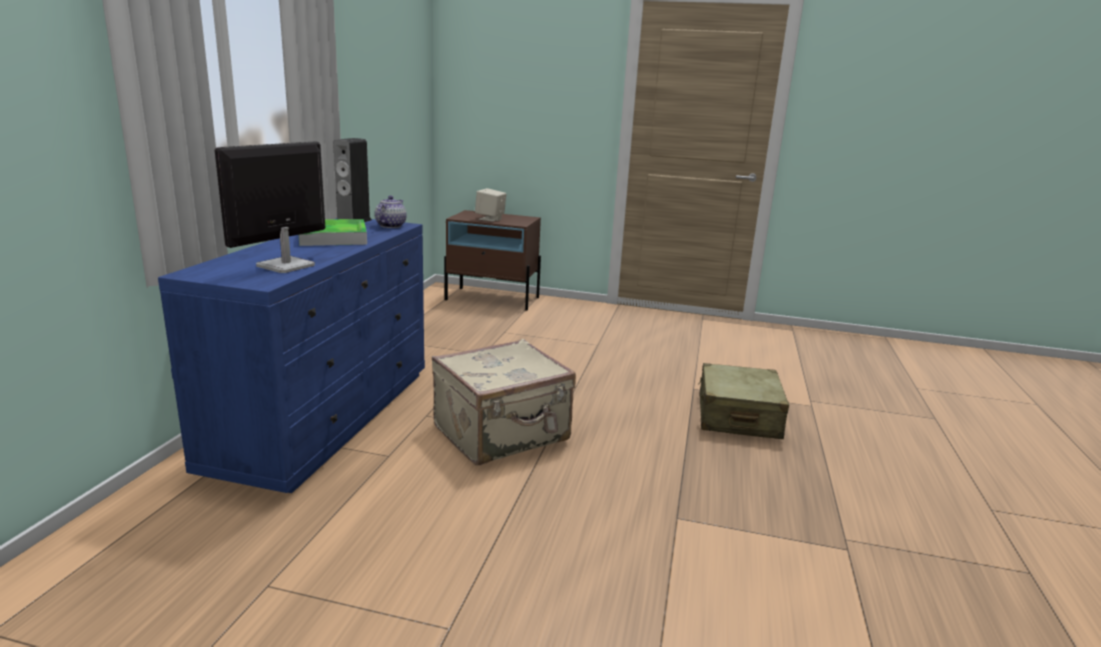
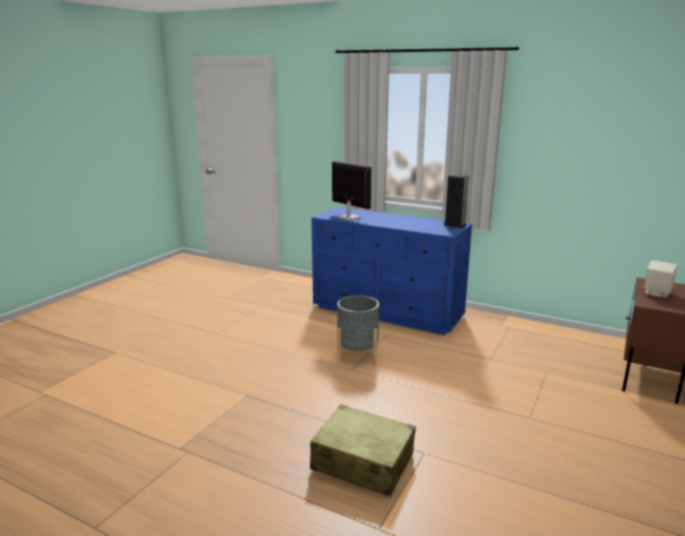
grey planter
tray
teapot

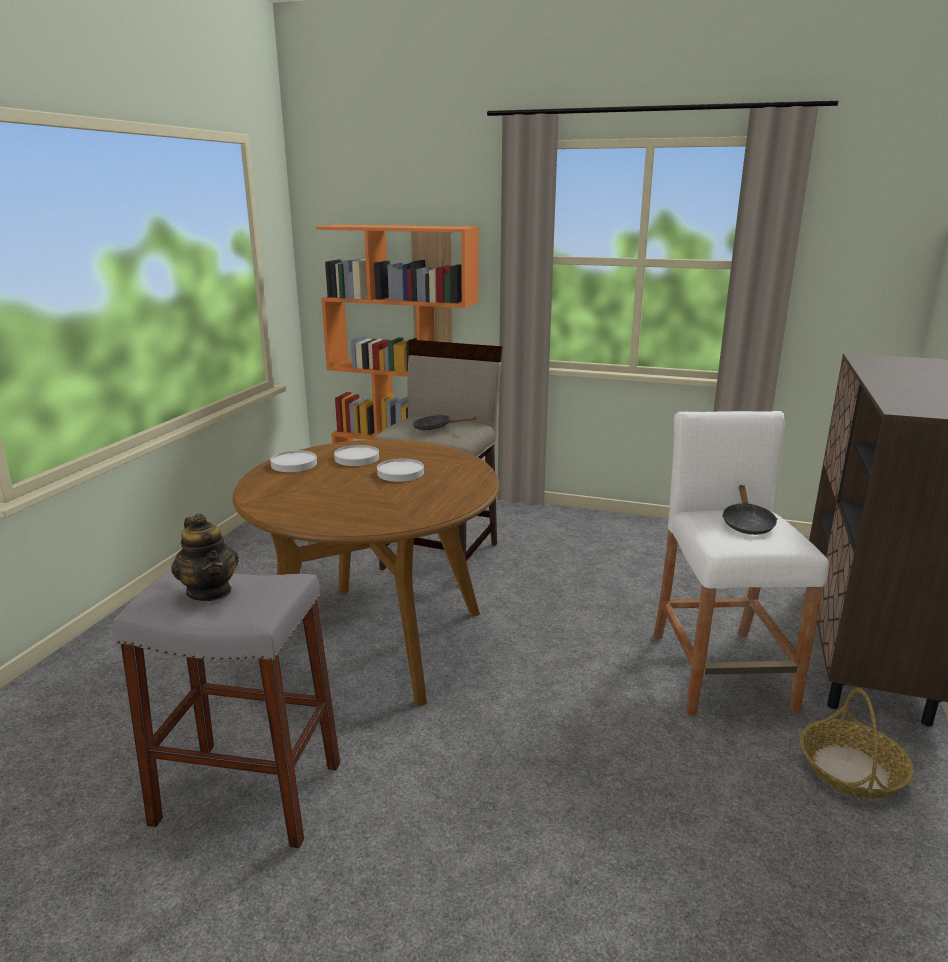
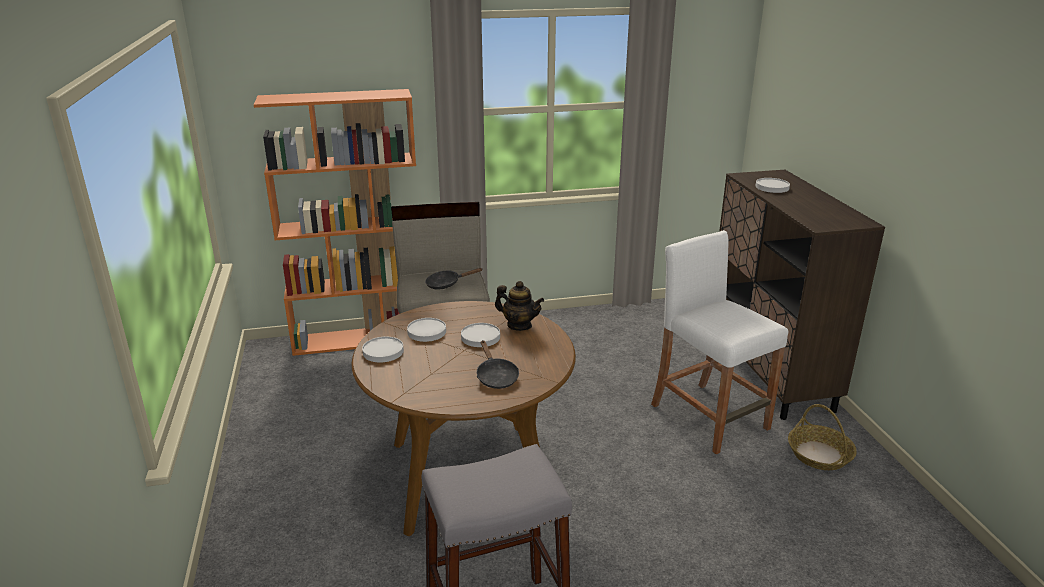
black frying pan (2nd from left)
teapot
white plate (4th from left)

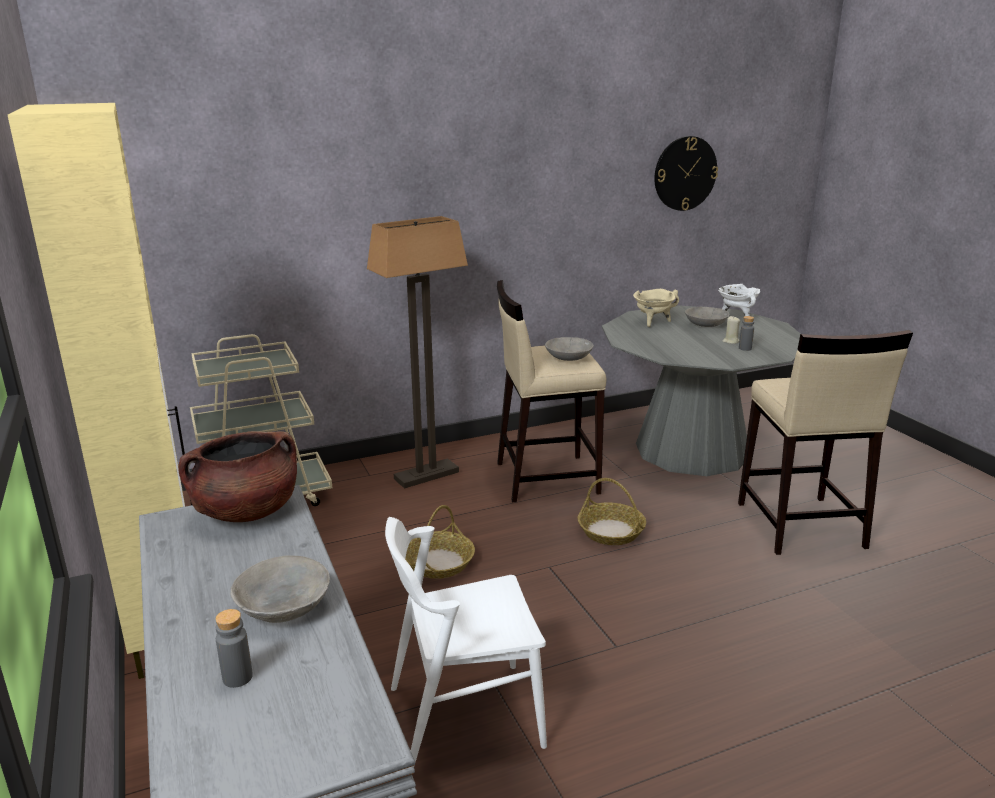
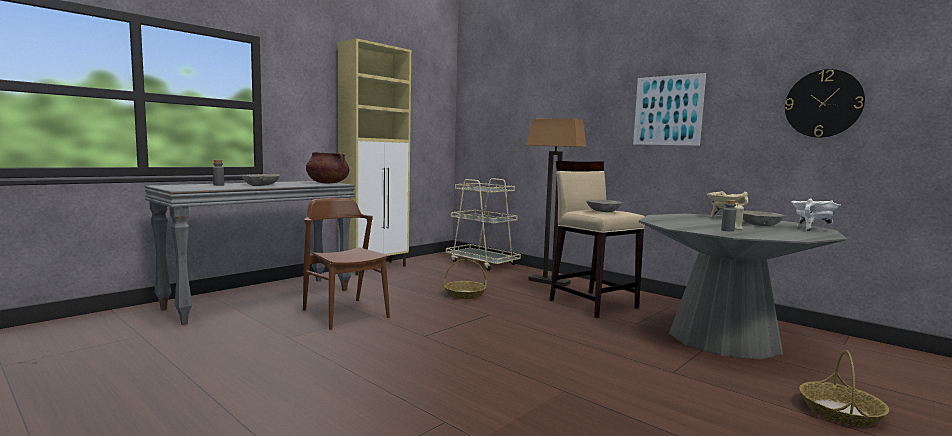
brown chair
picture
basket (2nd from left)
beige stool (2nd from left in the first image)

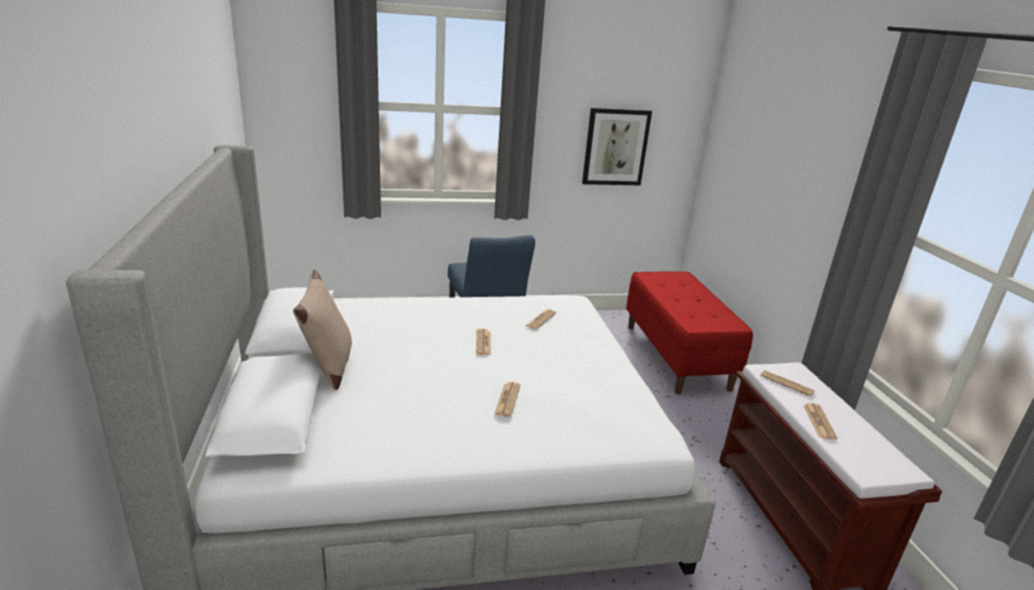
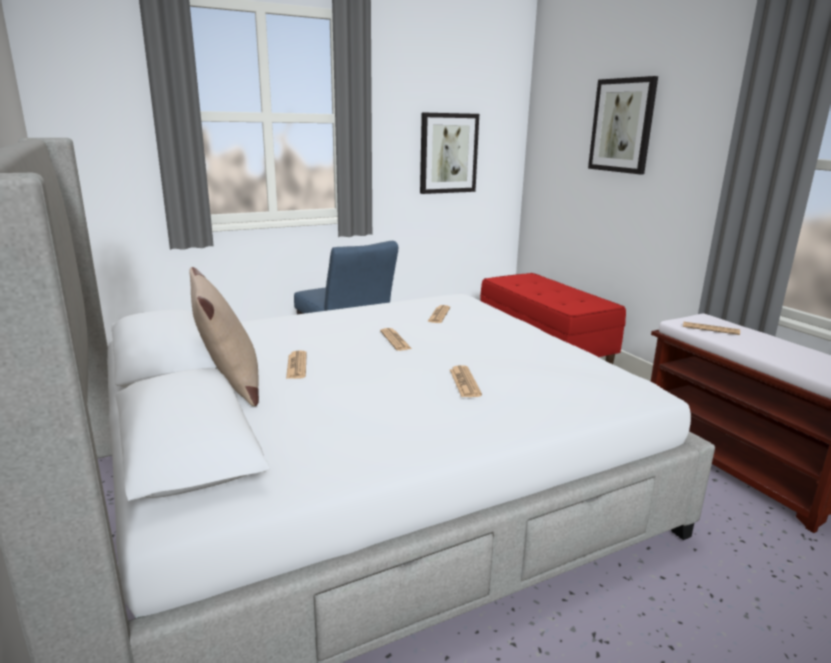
newspaper (1st from left)
picture (2nd from left)

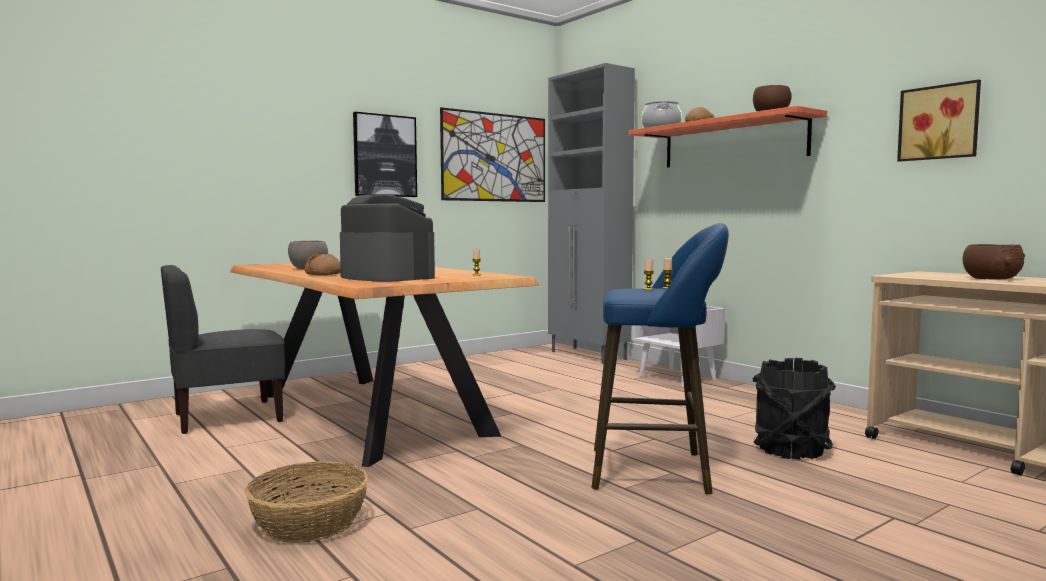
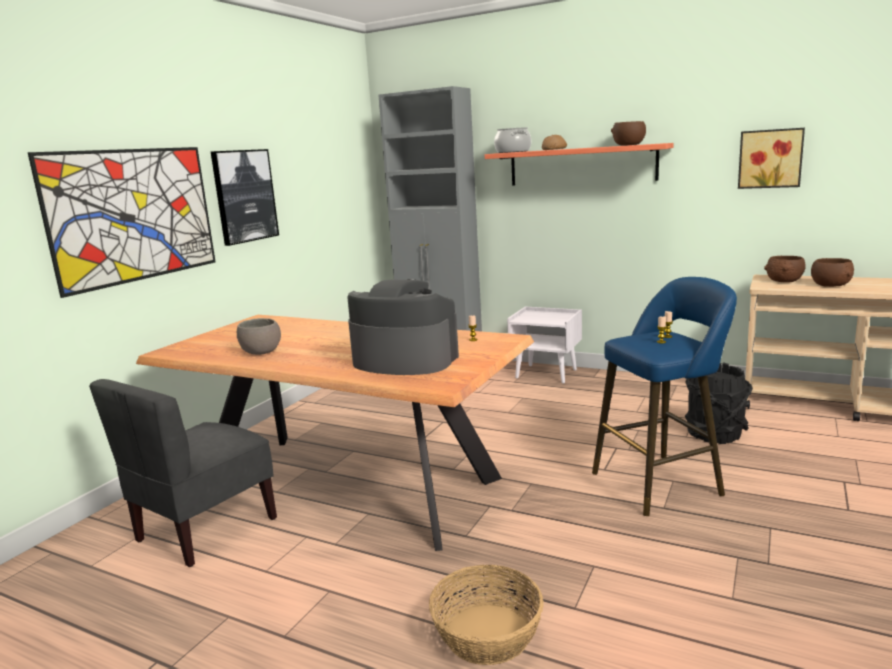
picture (1st from left)
brown bowl (2nd from left)
bread (1st from left in the first image)

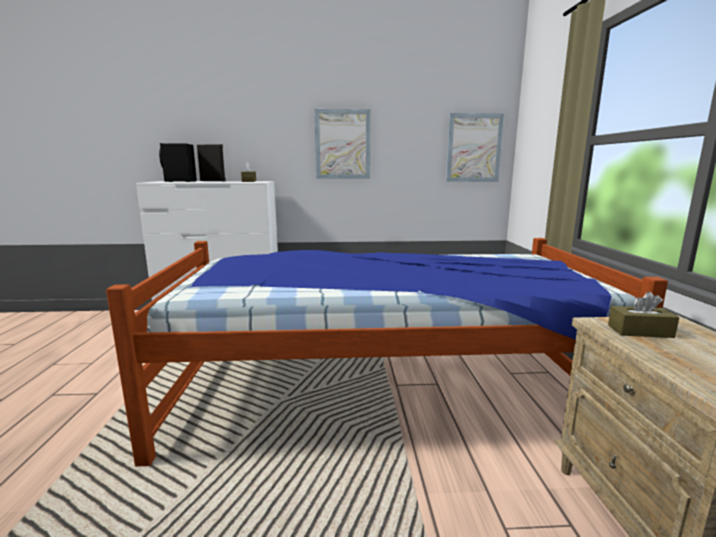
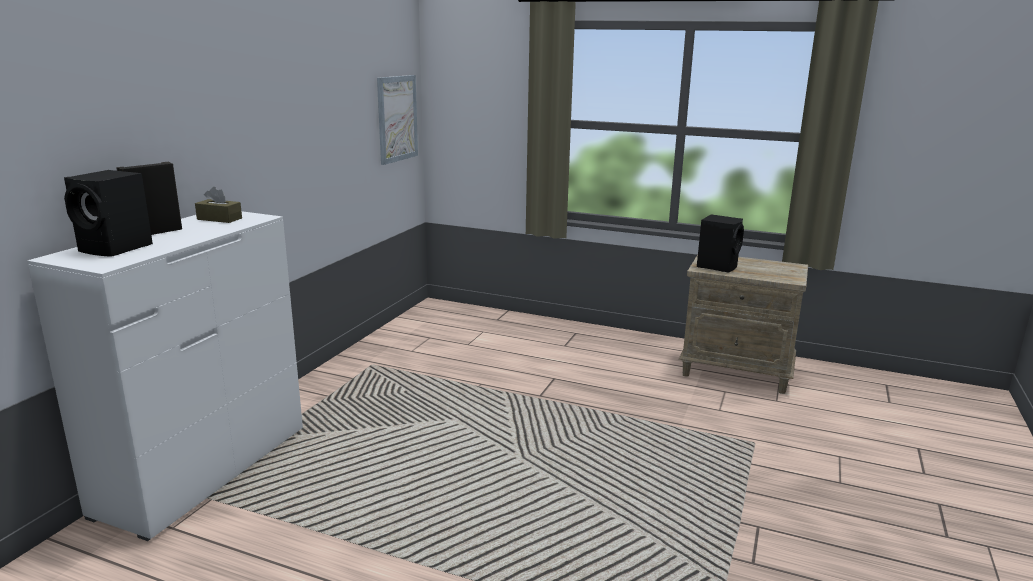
black speaker (3rd from left)
bed
picture (1st from left in the first image)

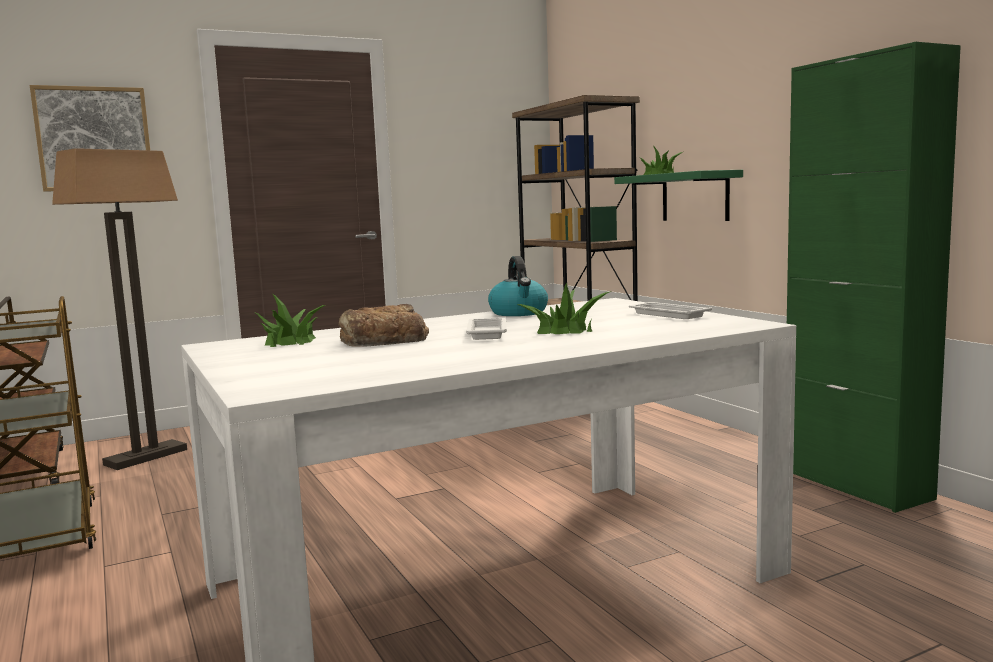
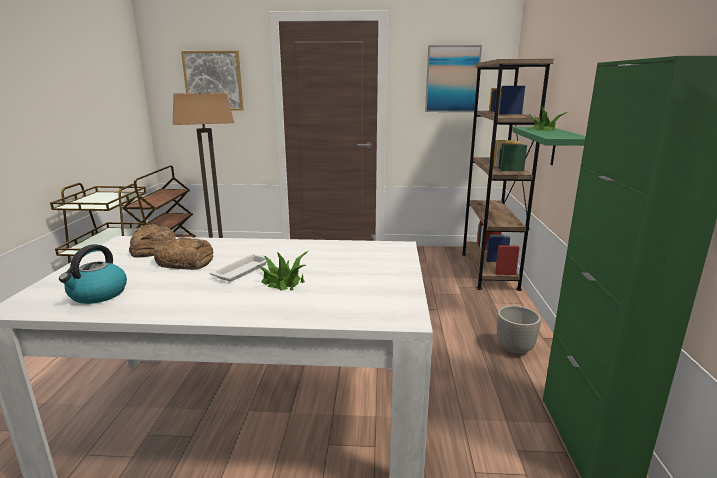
kettle
bread (1st from left)
picture (2nd from left)
planter
white tray (2nd from left in the first image)

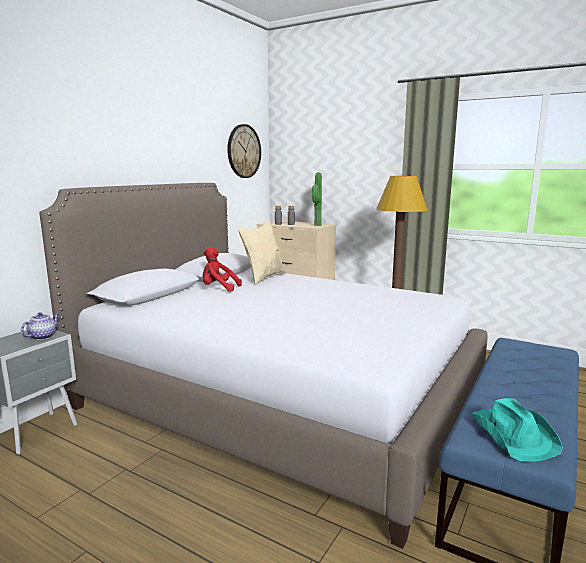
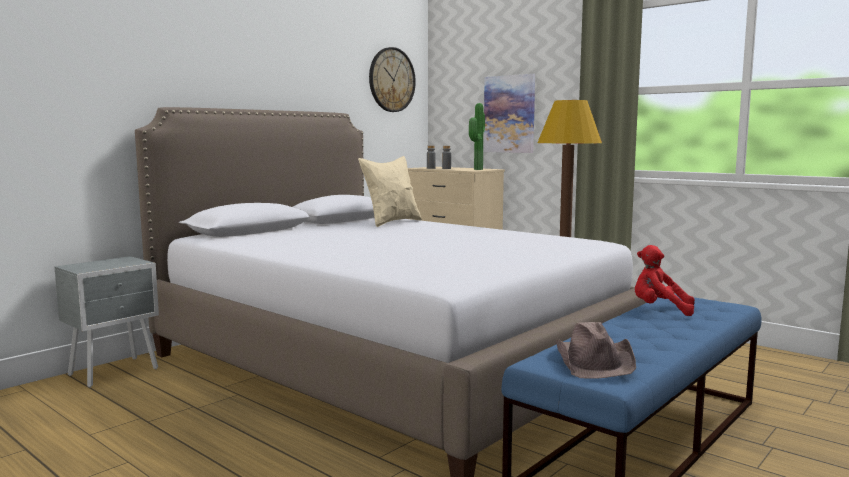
picture
brown hat
red plush toy
teapot

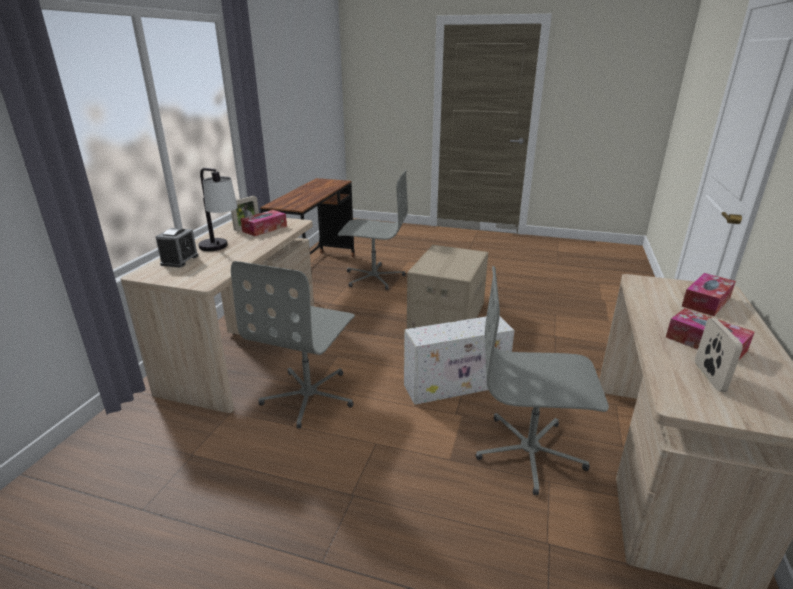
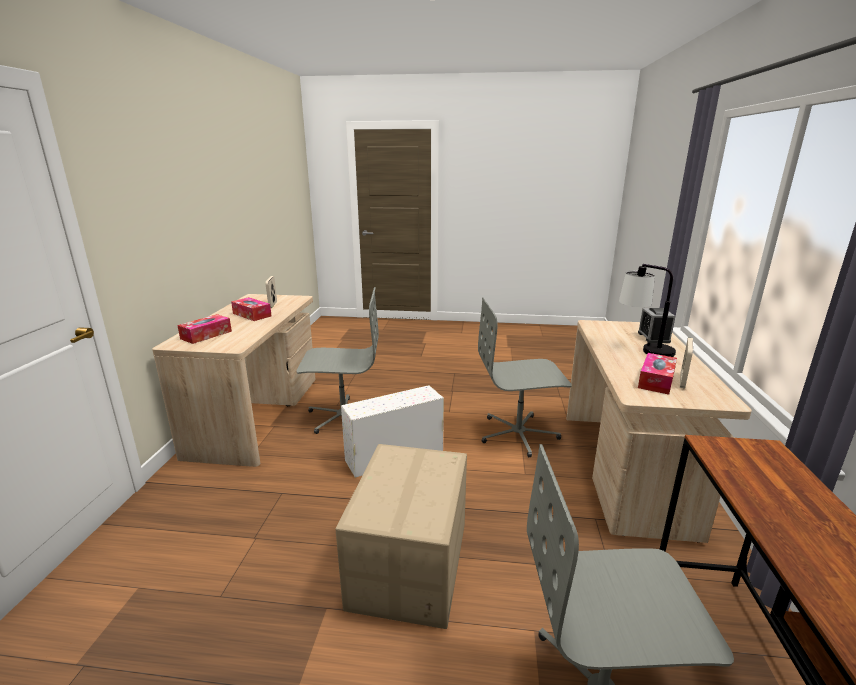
grey office chair (2nd from left)

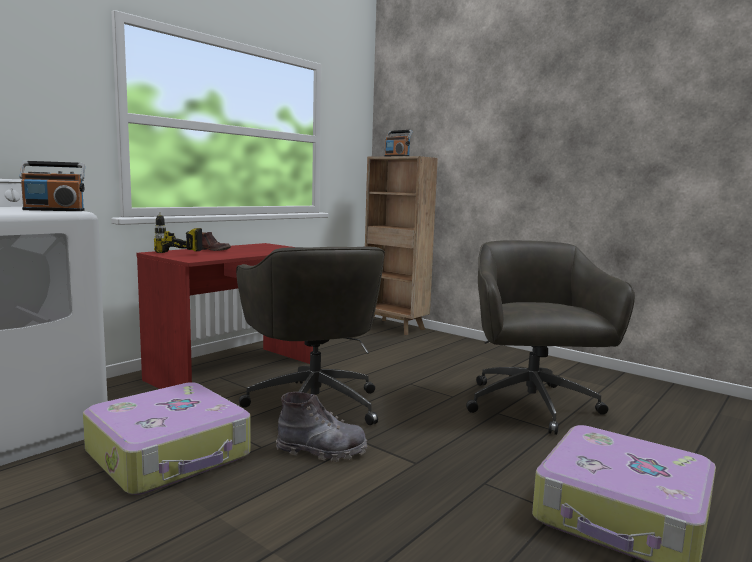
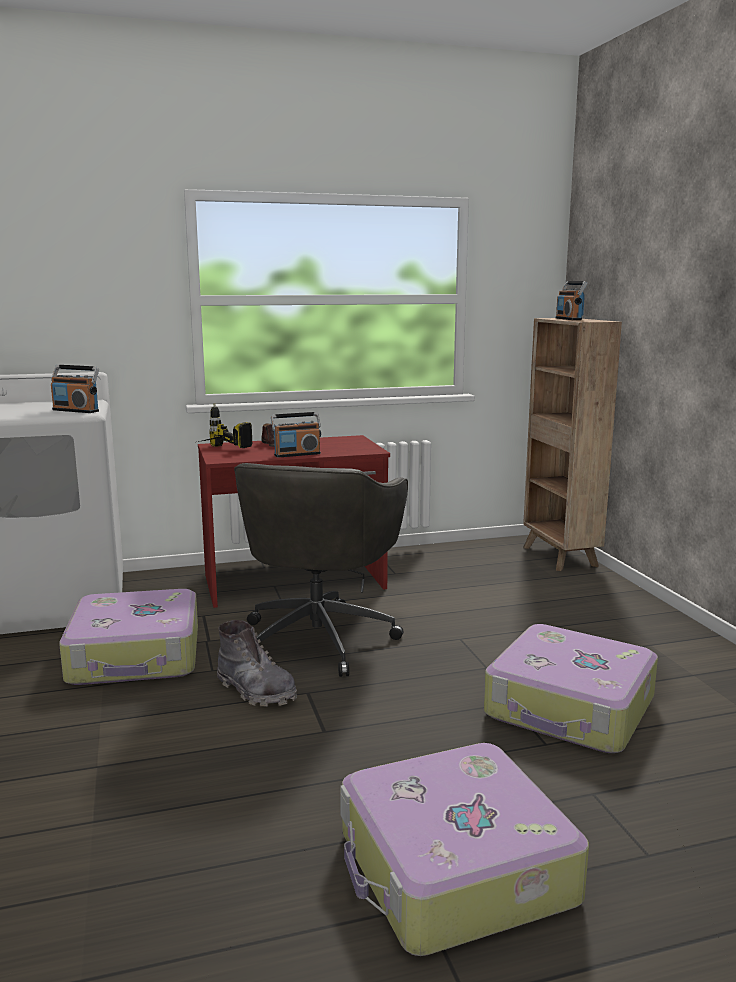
radio (2nd from left)
suitcase (3rd from left)

